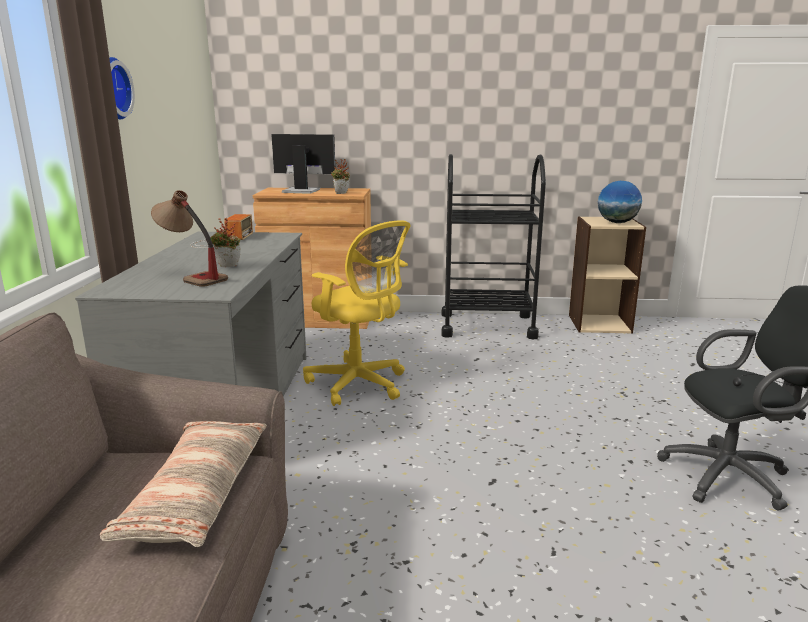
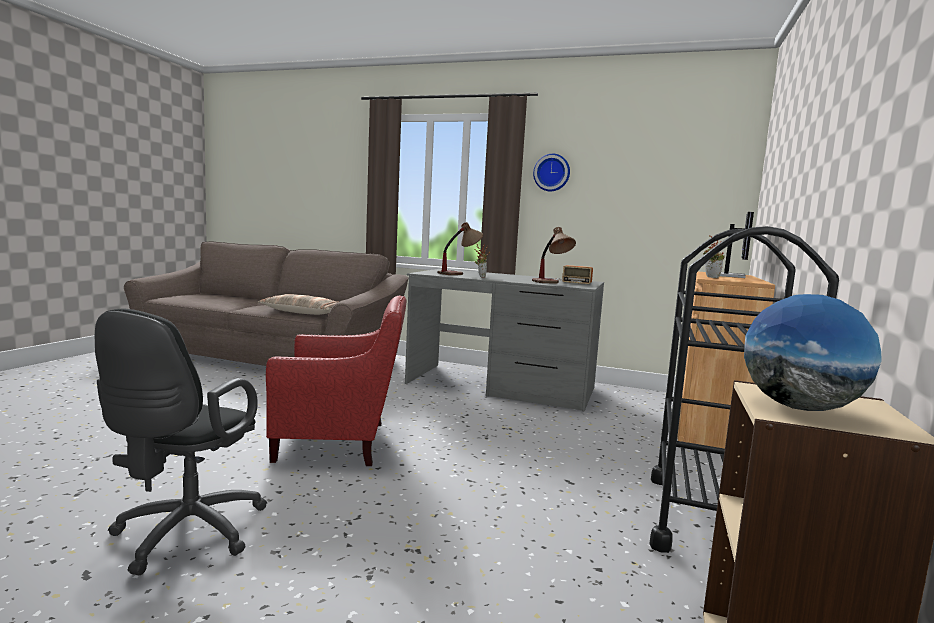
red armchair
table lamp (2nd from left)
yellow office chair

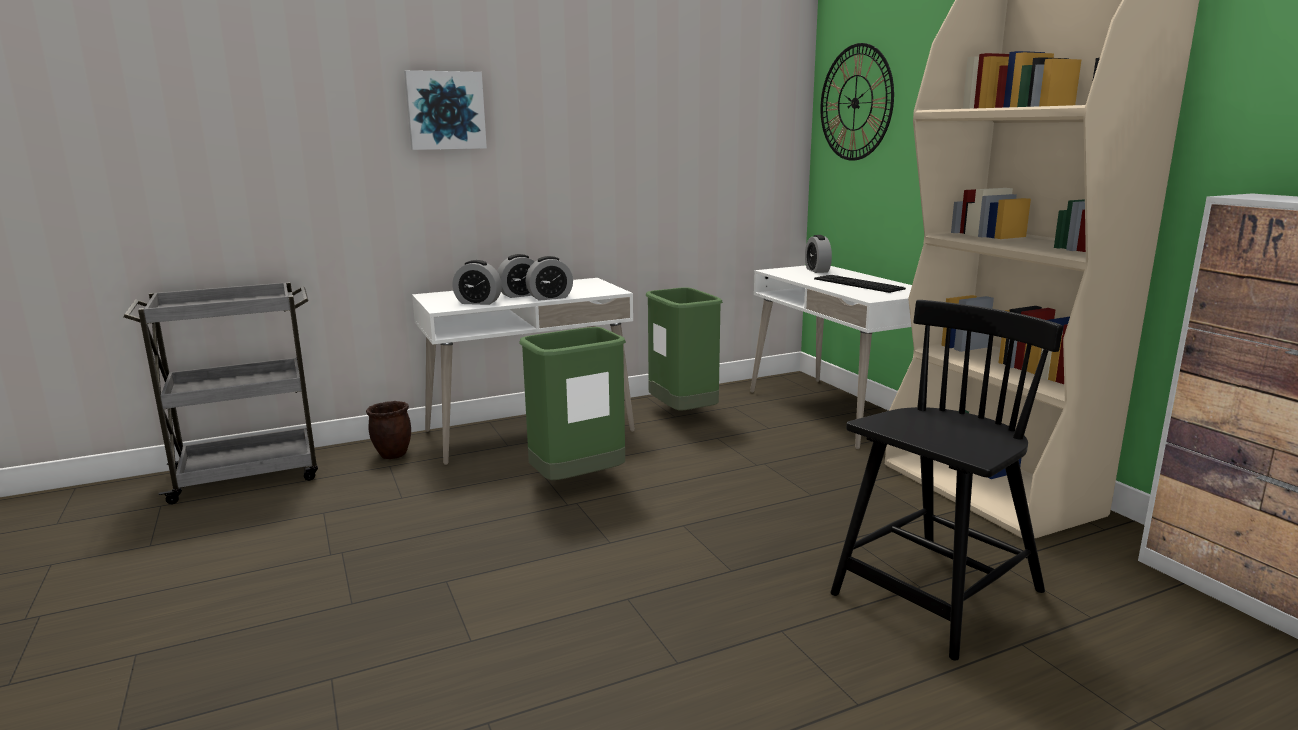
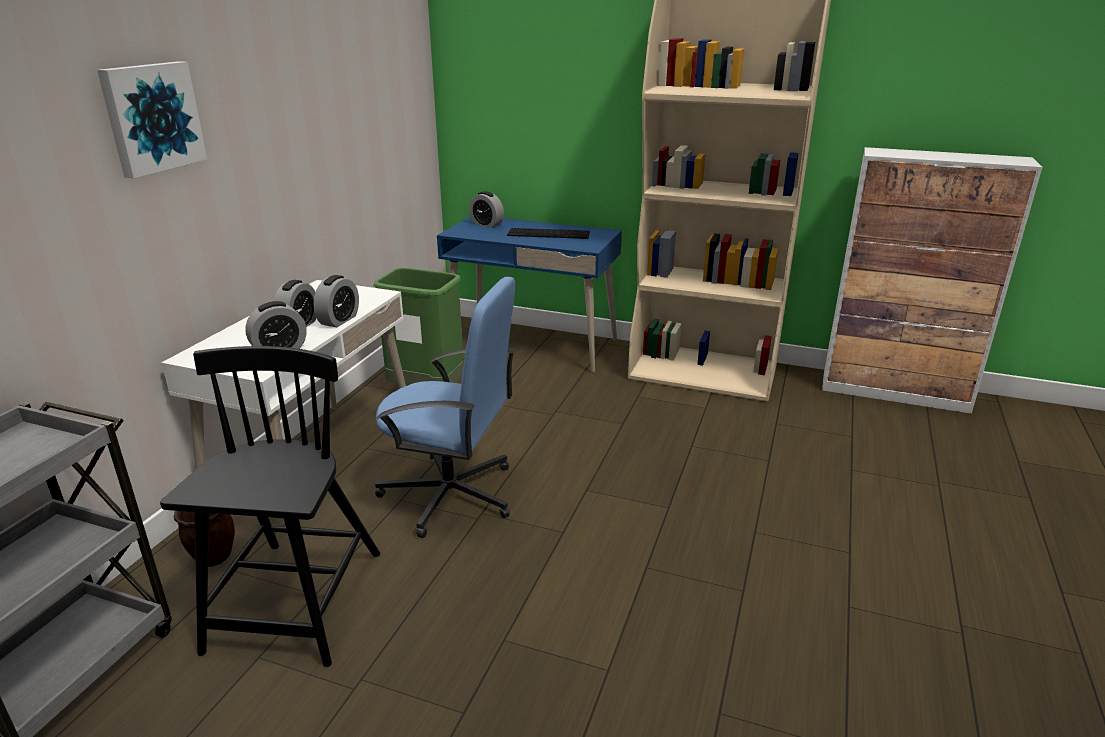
black chair
blue office chair
blue desk
wall clock

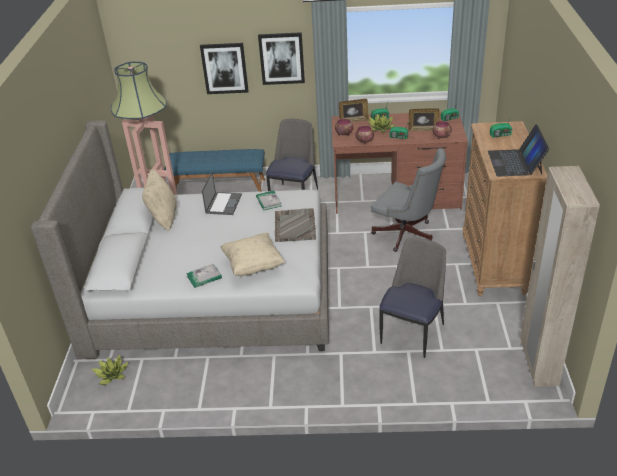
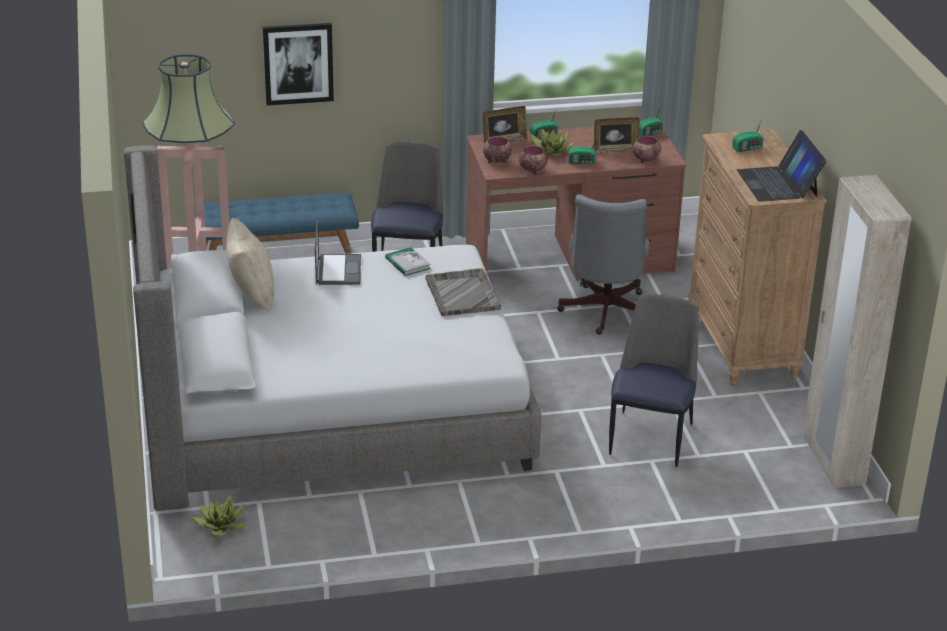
grey office chair
book (1st from left in the first image)
beige pillow (2nd from left in the first image)
picture (2nd from left in the first image)

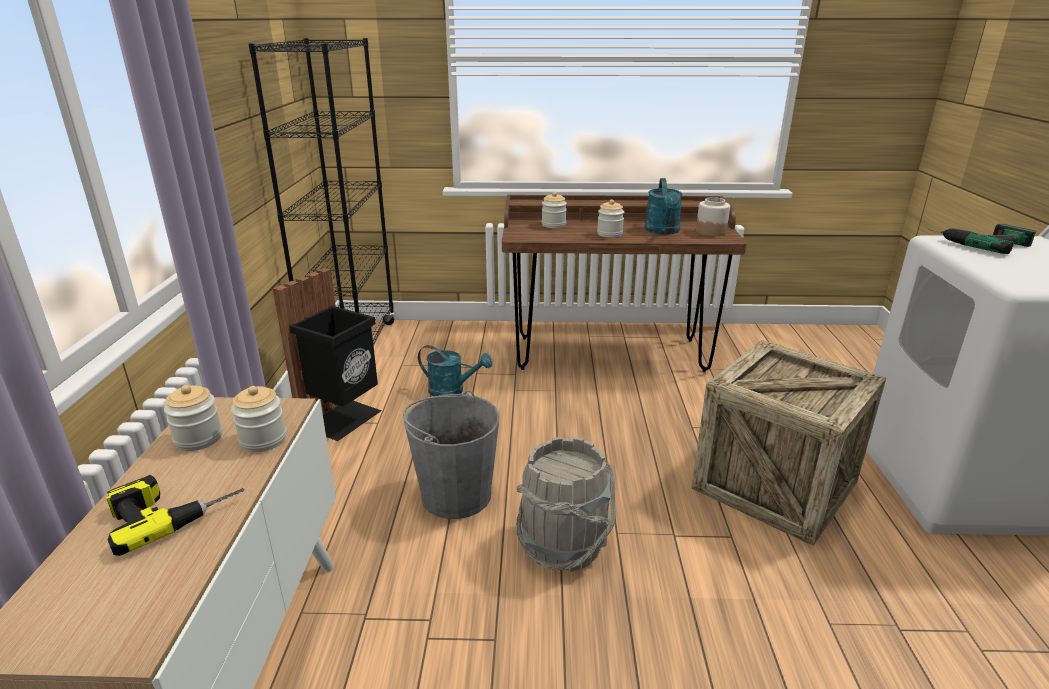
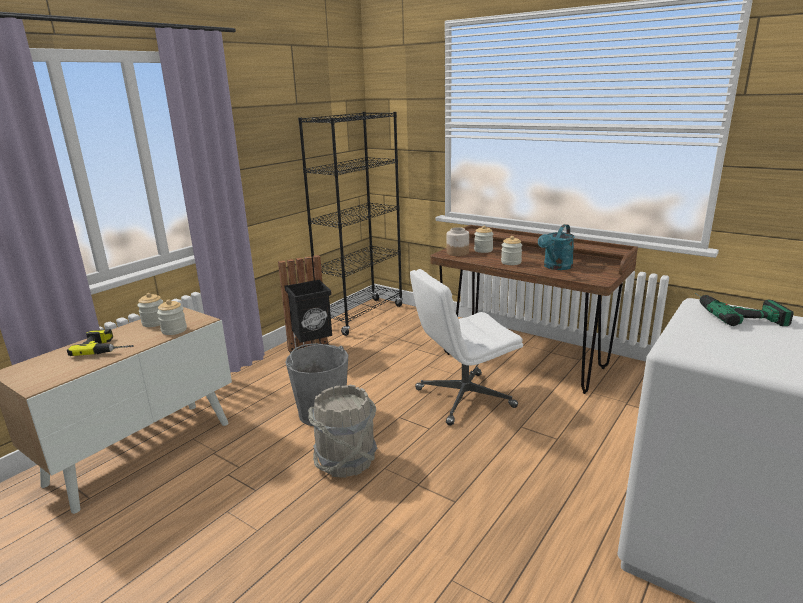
white office chair
jar (3rd from left)
turquoise watering can (1st from left in the first image)
crate

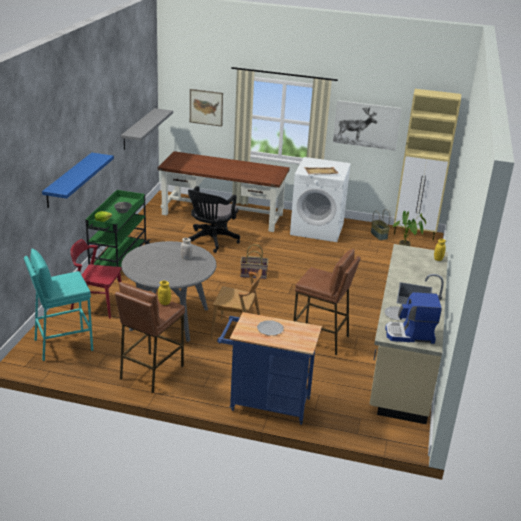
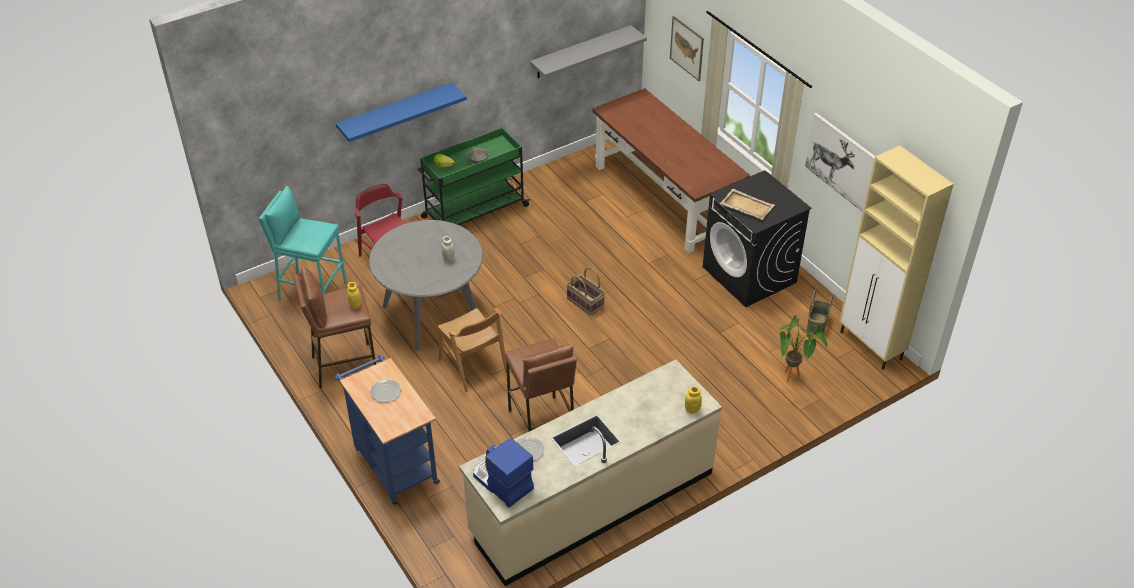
black washing machine
black office chair

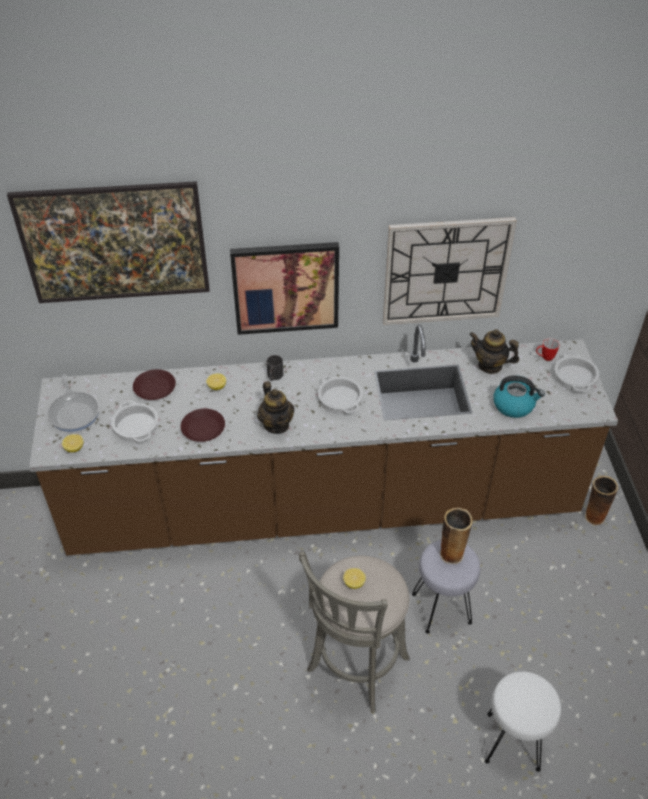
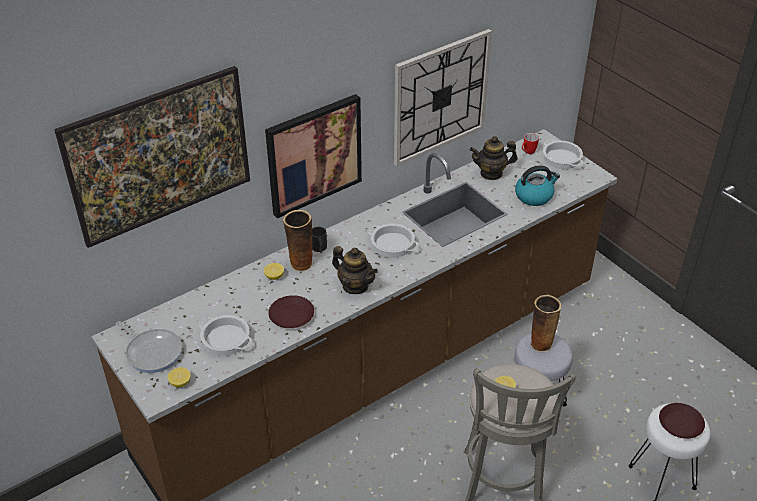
vase (1st from left)
brown plate (2nd from left)

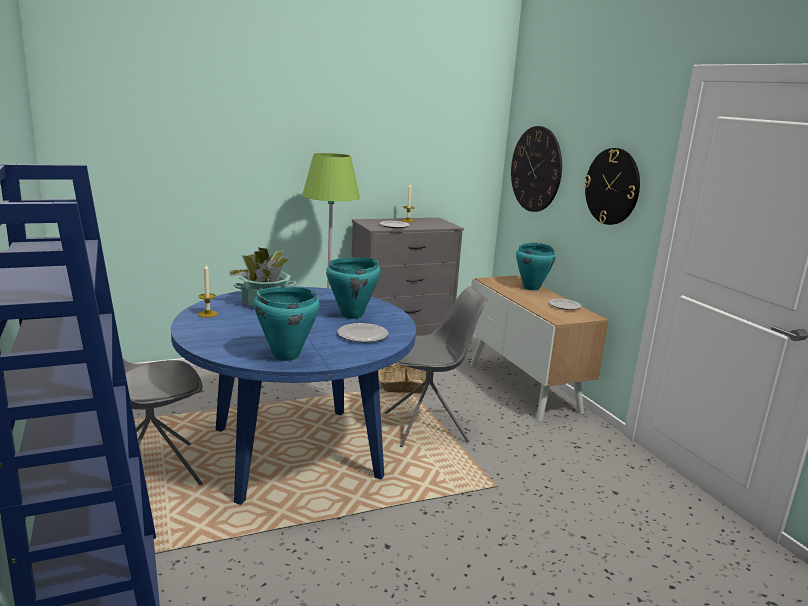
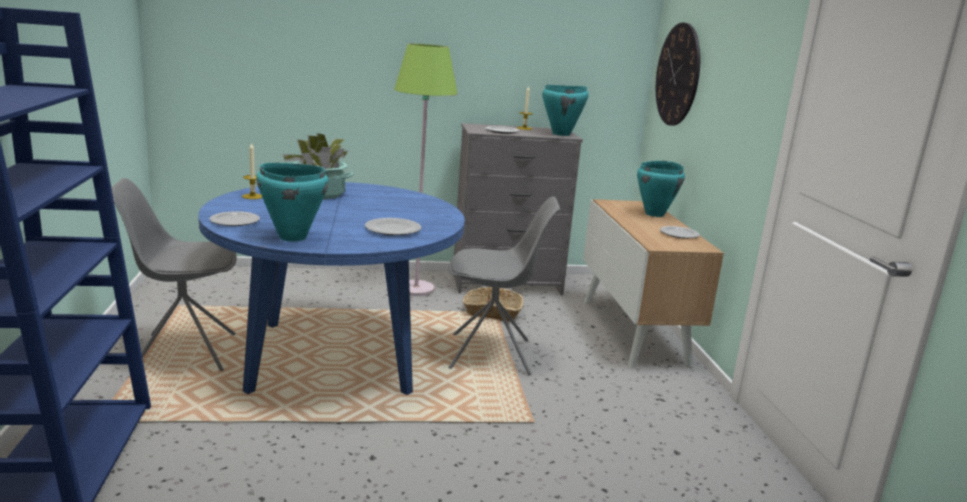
plate (1st from left)
turquoise cooking pot (2nd from left)
wall clock (2nd from left in the first image)

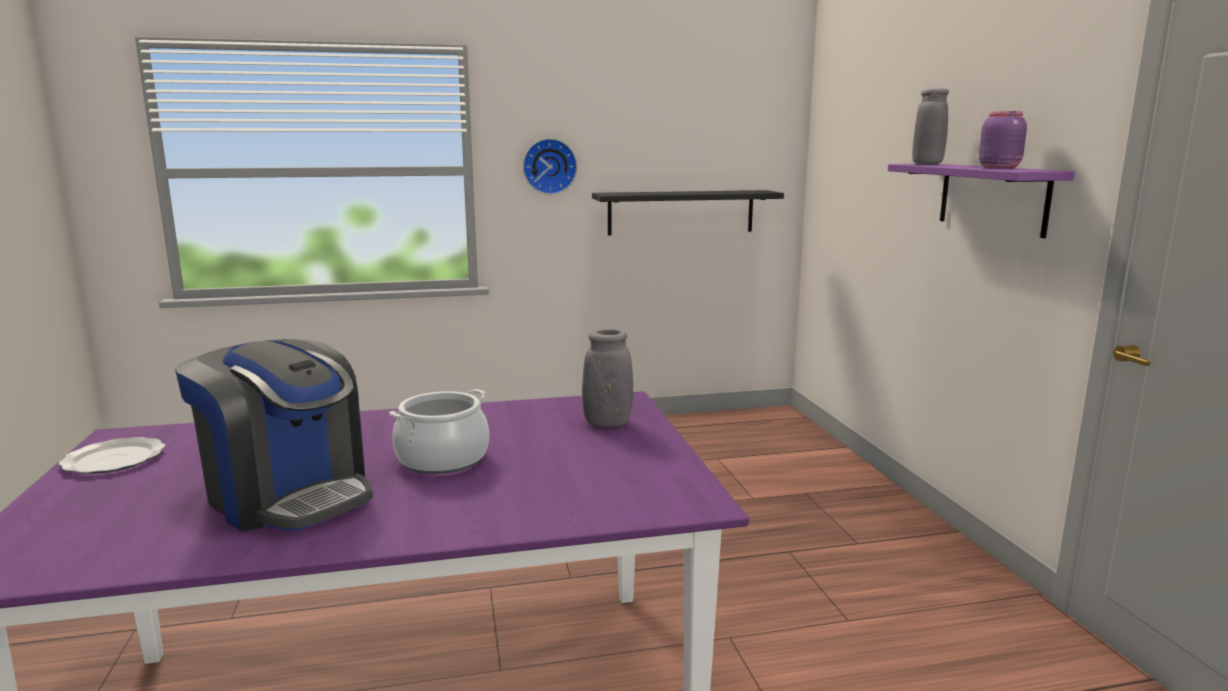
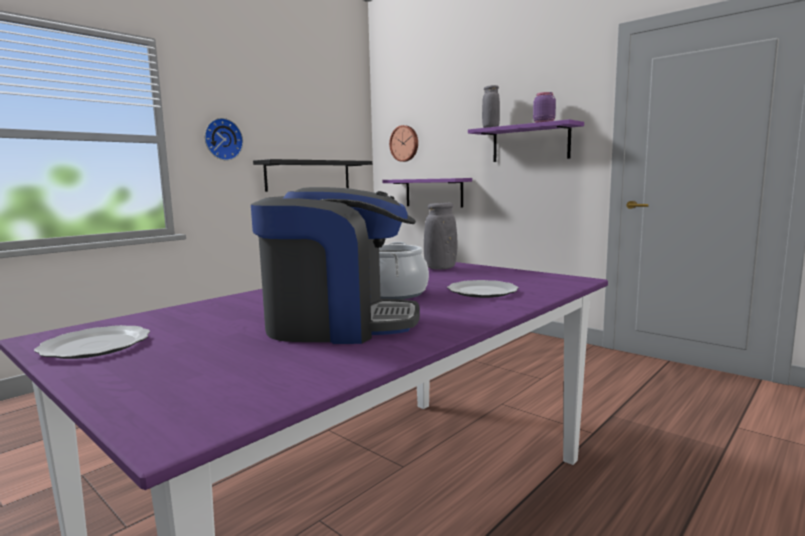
purple shelf (1st from left)
wall clock (2nd from left)
plate (2nd from left)

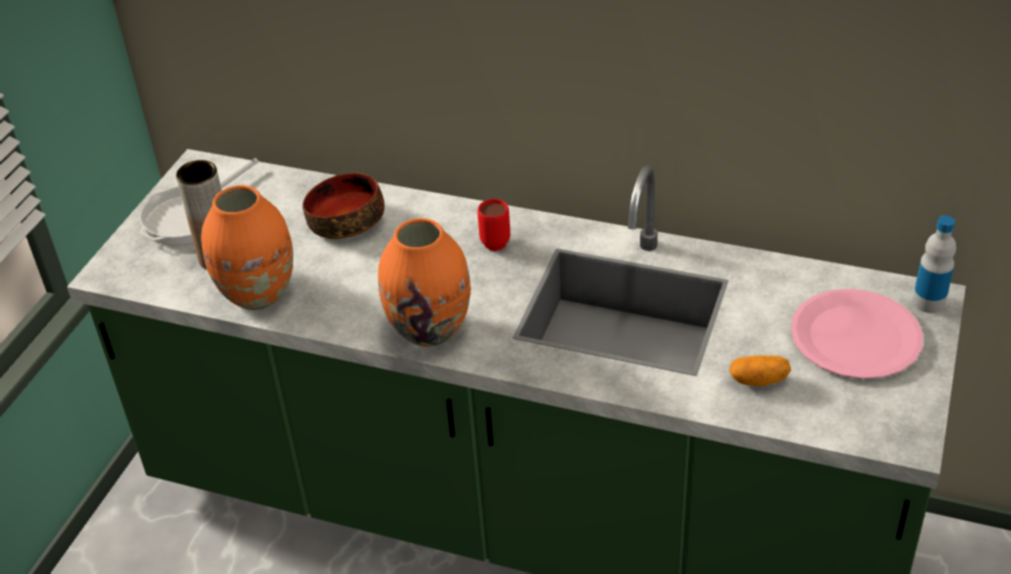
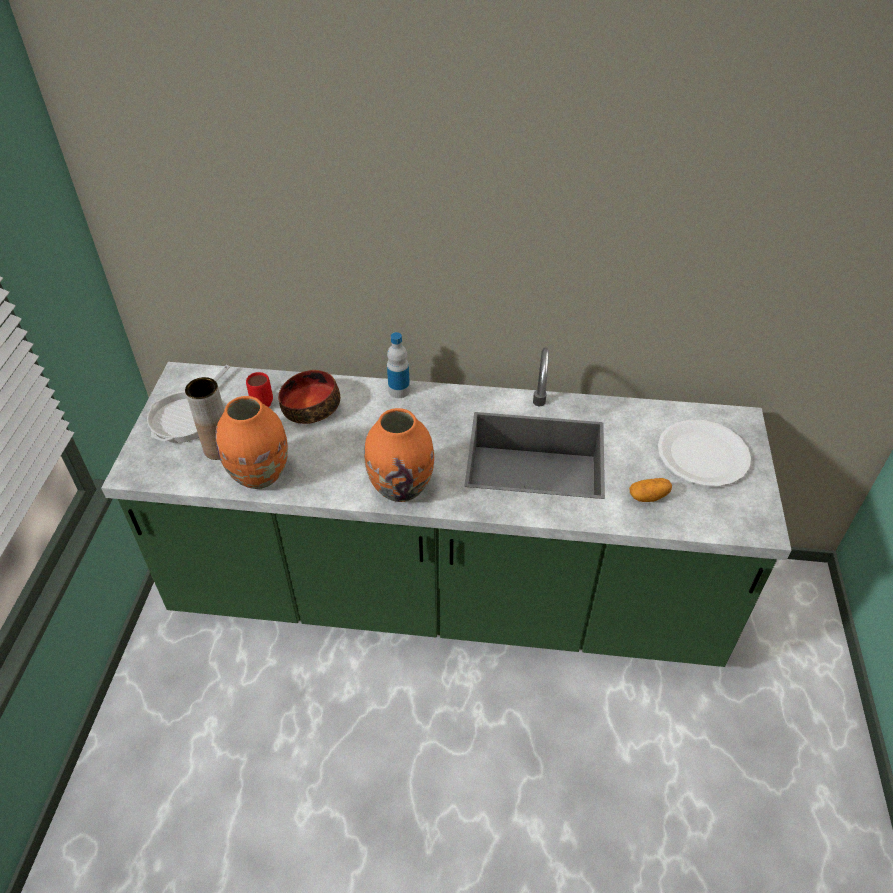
red mug
bottle
white plate

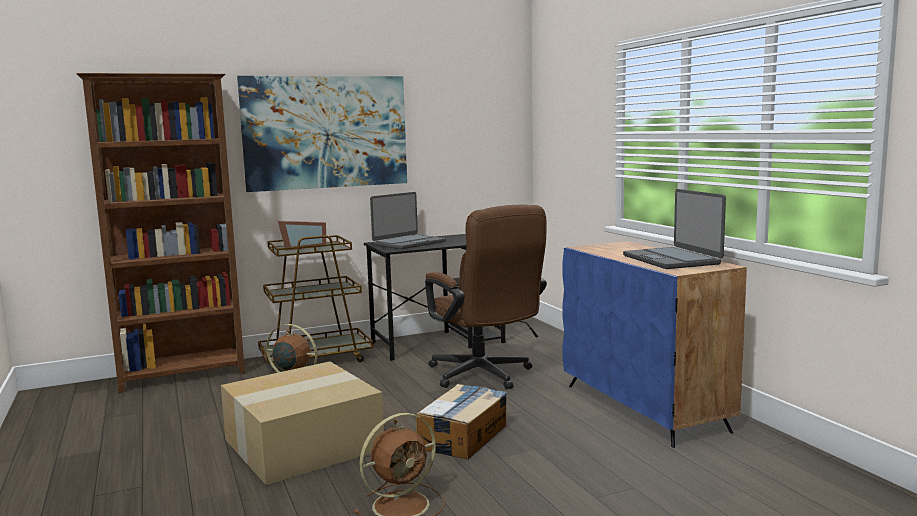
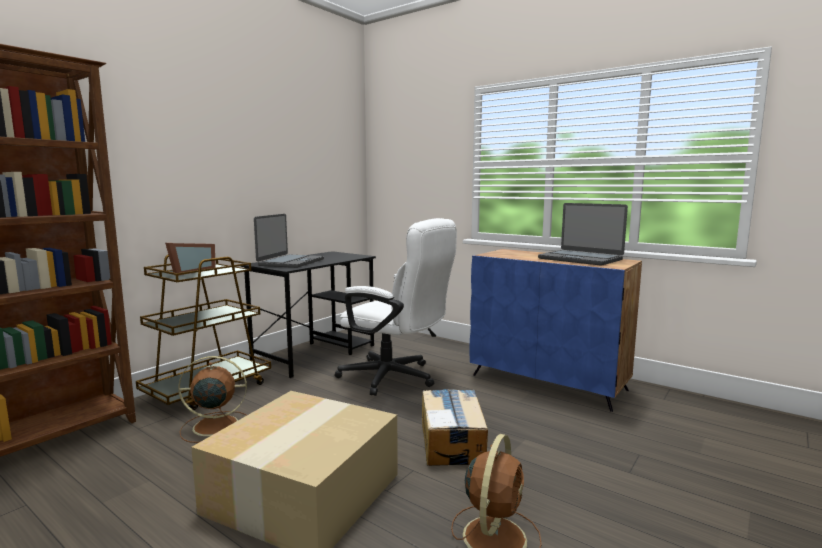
white office chair
picture

